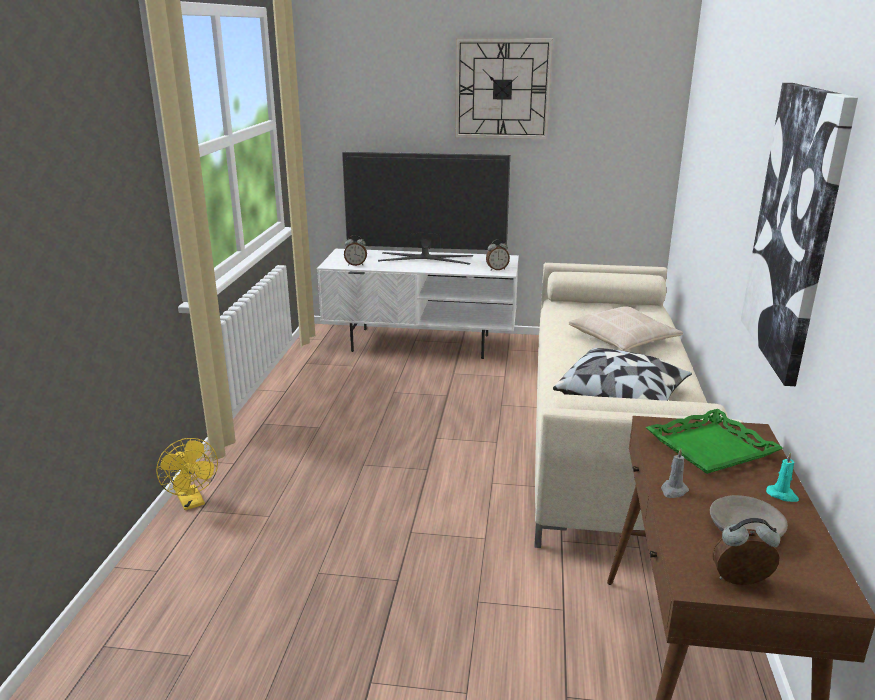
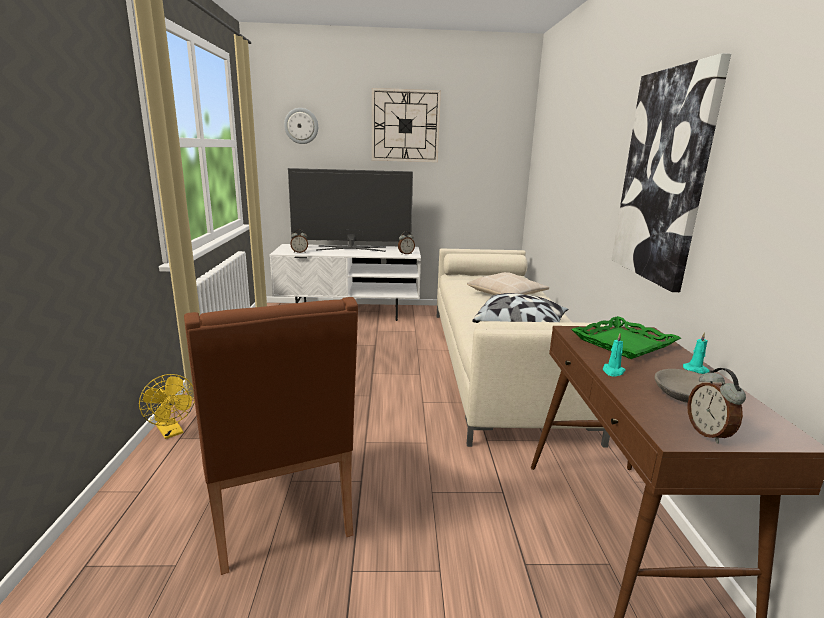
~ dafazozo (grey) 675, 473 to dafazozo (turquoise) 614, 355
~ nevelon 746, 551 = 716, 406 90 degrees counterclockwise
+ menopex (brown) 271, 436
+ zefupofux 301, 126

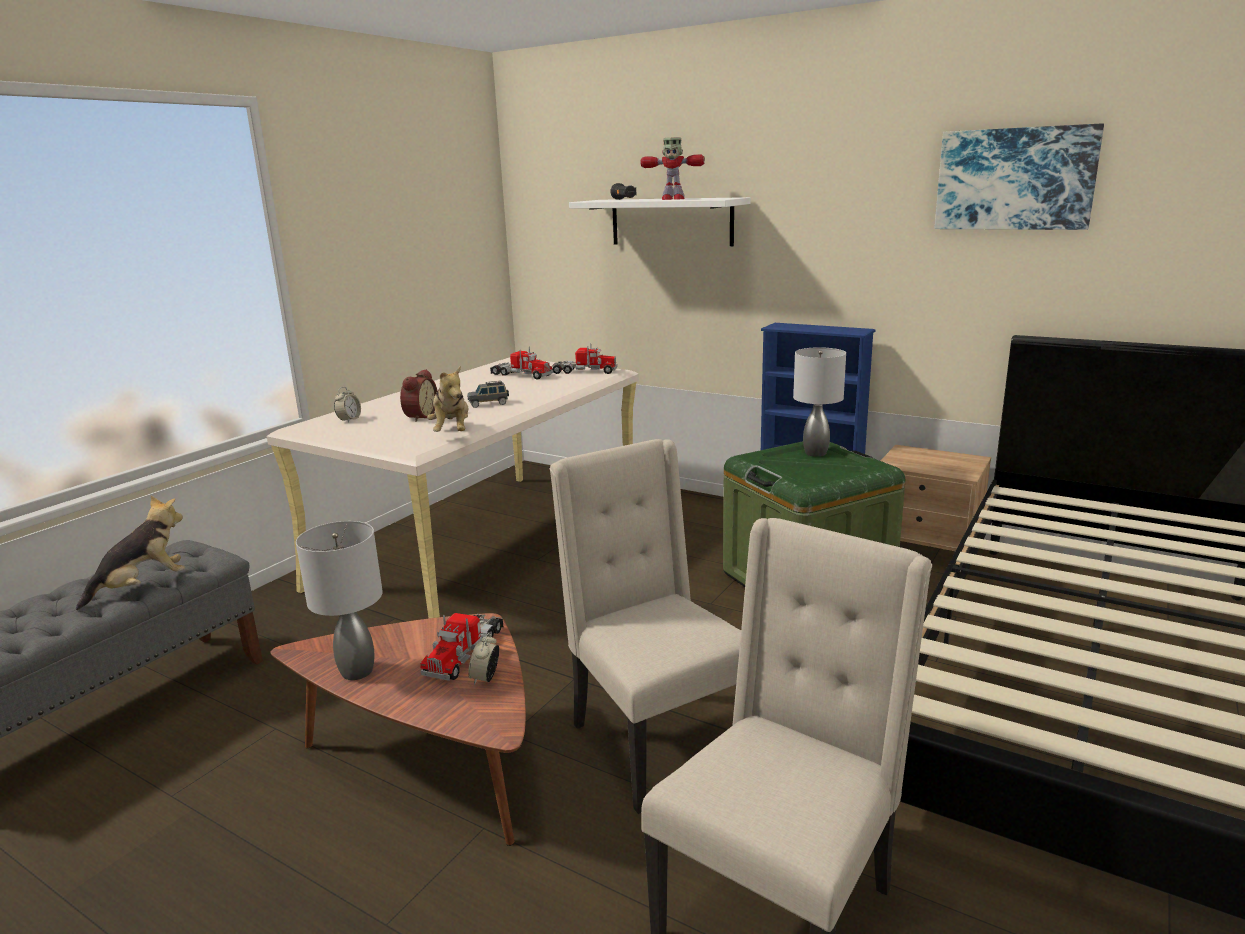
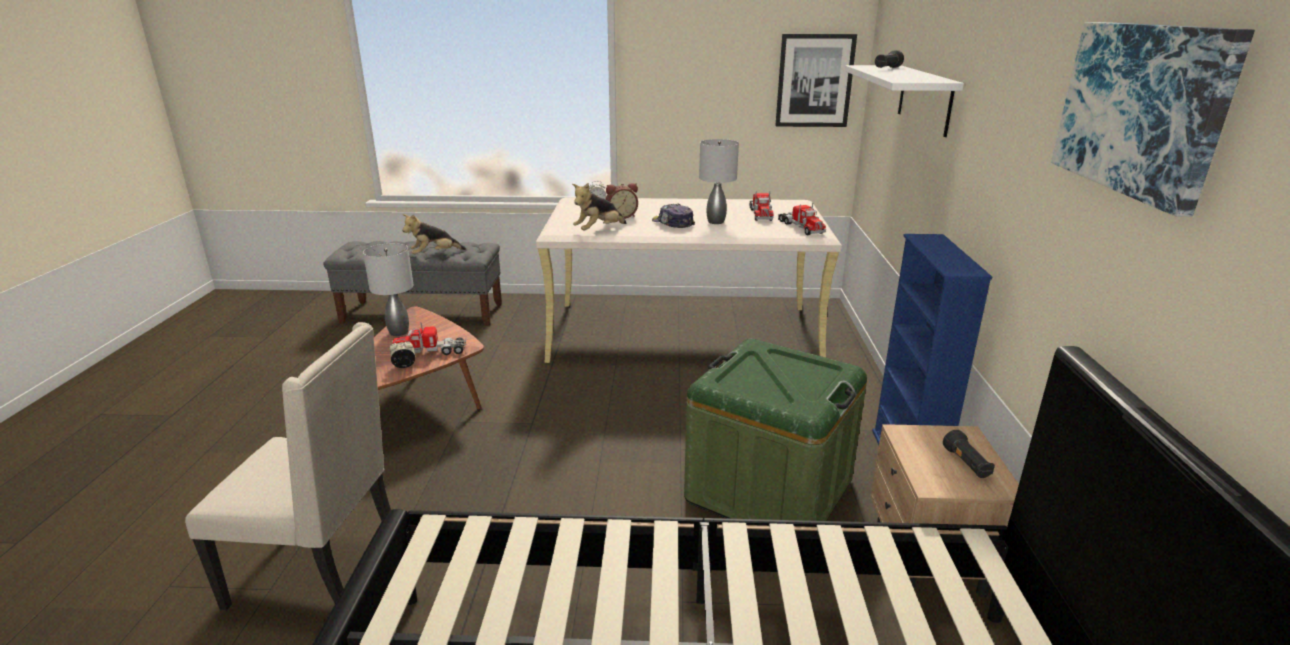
~ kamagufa 130, 553 = 434, 234 135 degrees clockwise
~ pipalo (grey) 488, 394 to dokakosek 673, 216
- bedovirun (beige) 645, 626
- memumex 672, 168
~ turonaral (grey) 819, 402 to 719, 181
+ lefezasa 816, 80
+ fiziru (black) 969, 454

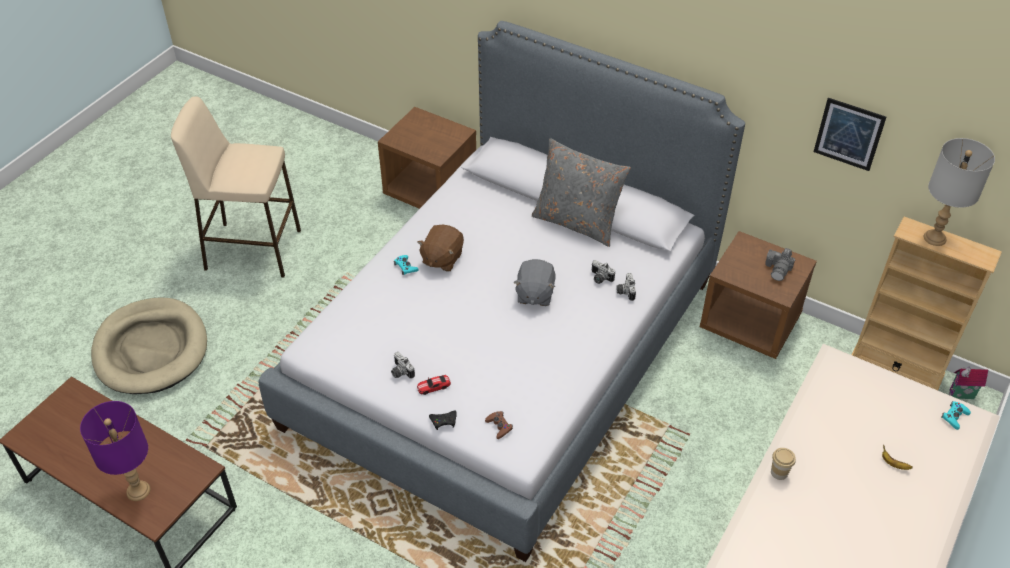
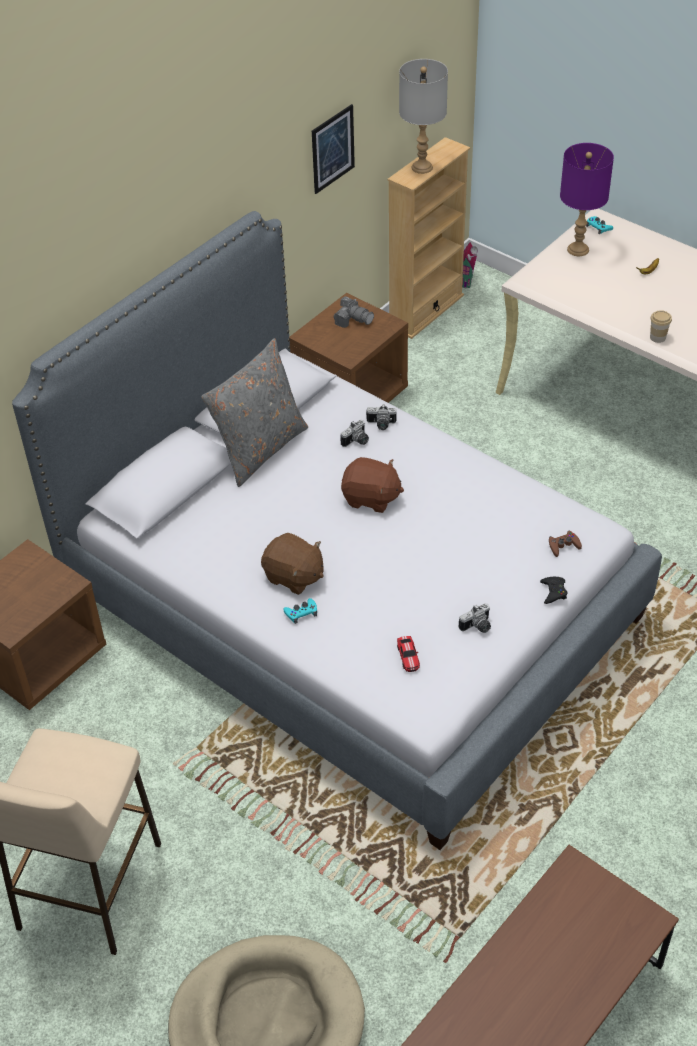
~ turonaral (purple) 115, 451 to 587, 199
~ pipalo 434, 385 to 408, 654
~ kamagufa (grey) 534, 282 to kamagufa (brown) 372, 485

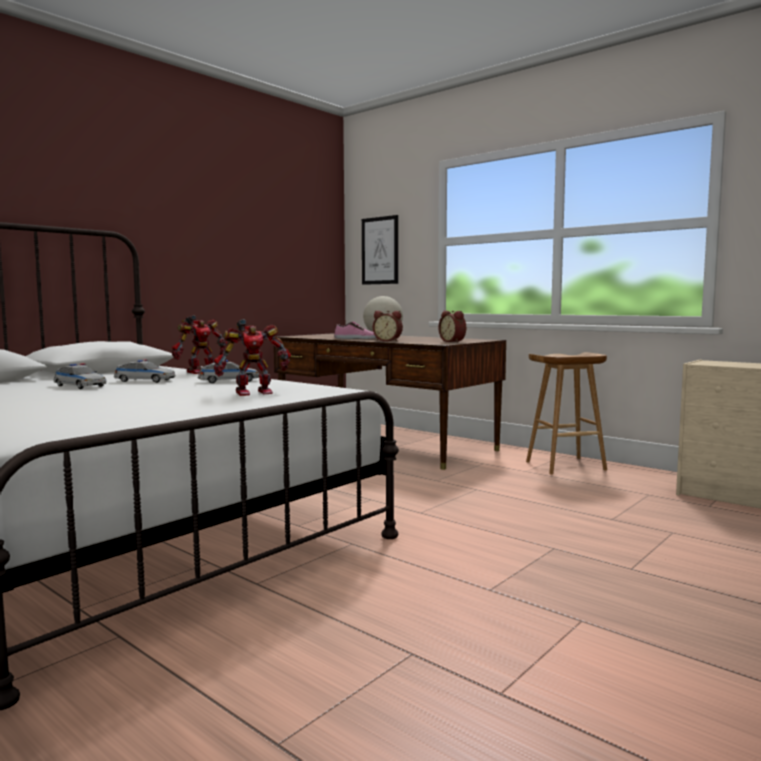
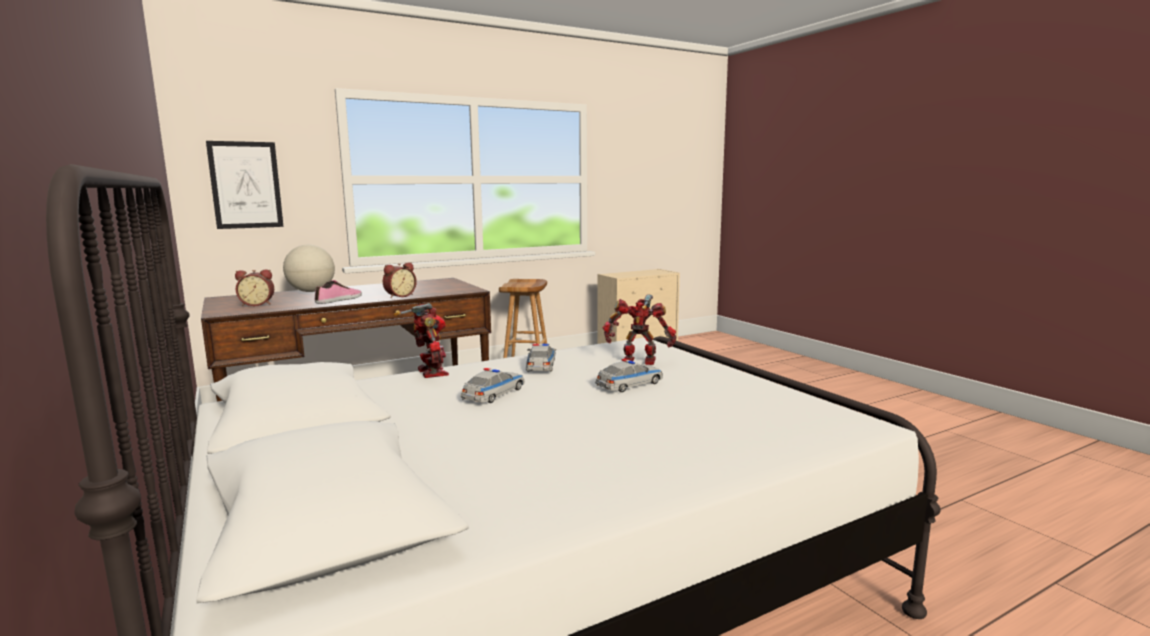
~ pipalo 79, 376 to 629, 375
~ memumex 252, 357 = 639, 329 75 degrees counterclockwise
~ nevelon 452, 326 to 254, 288

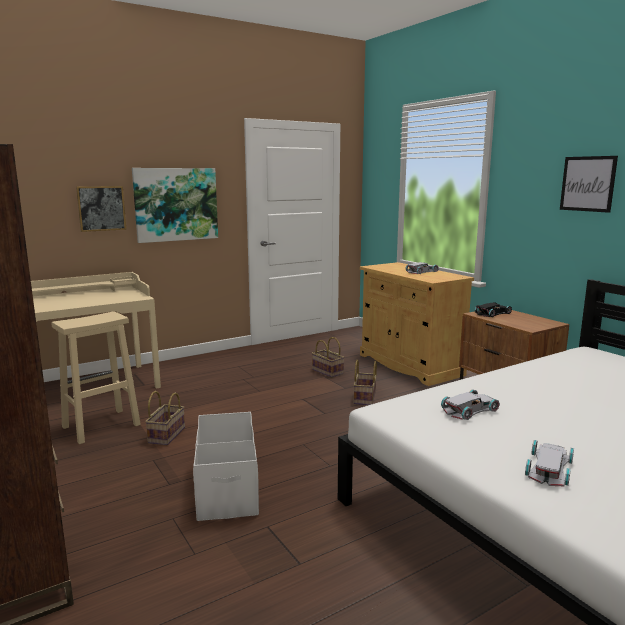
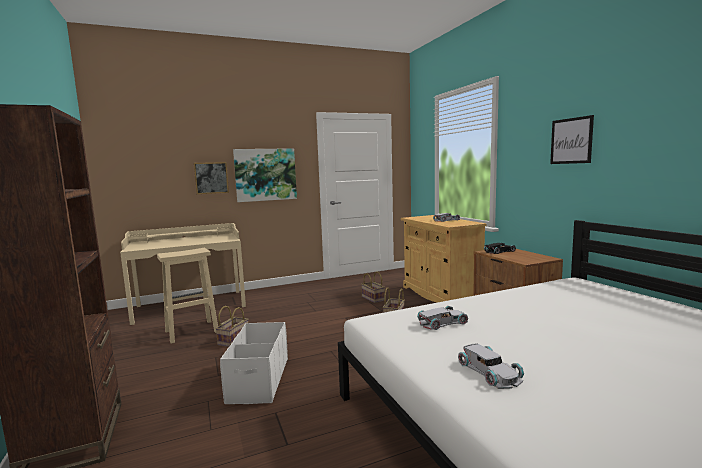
~ pipalo (white) 549, 463 = 491, 366 120 degrees clockwise

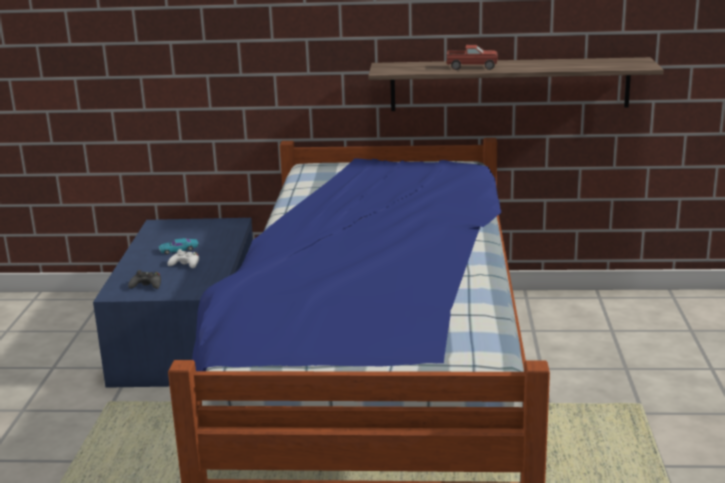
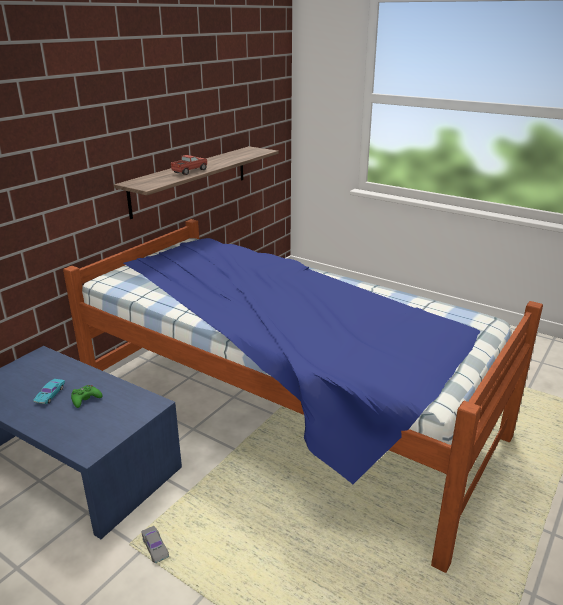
- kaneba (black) 144, 279
~ kaneba (white) 183, 258 to kaneba (green) 87, 396
+ pipalo (grey) 155, 544

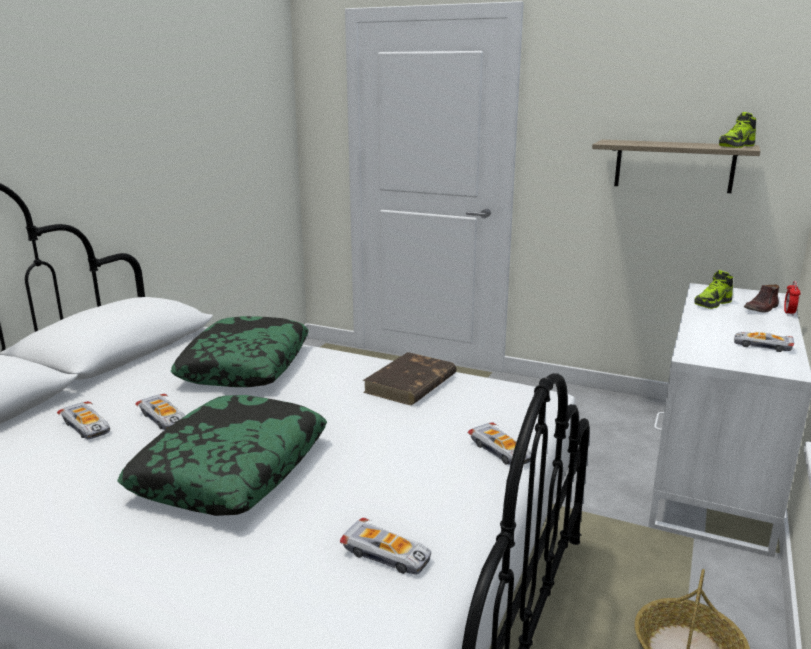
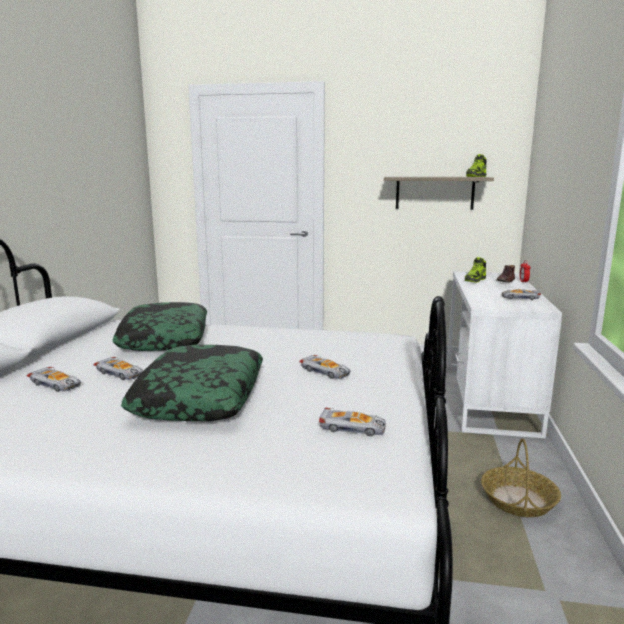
- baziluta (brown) 410, 378
~ pipalo 499, 443 to 324, 367

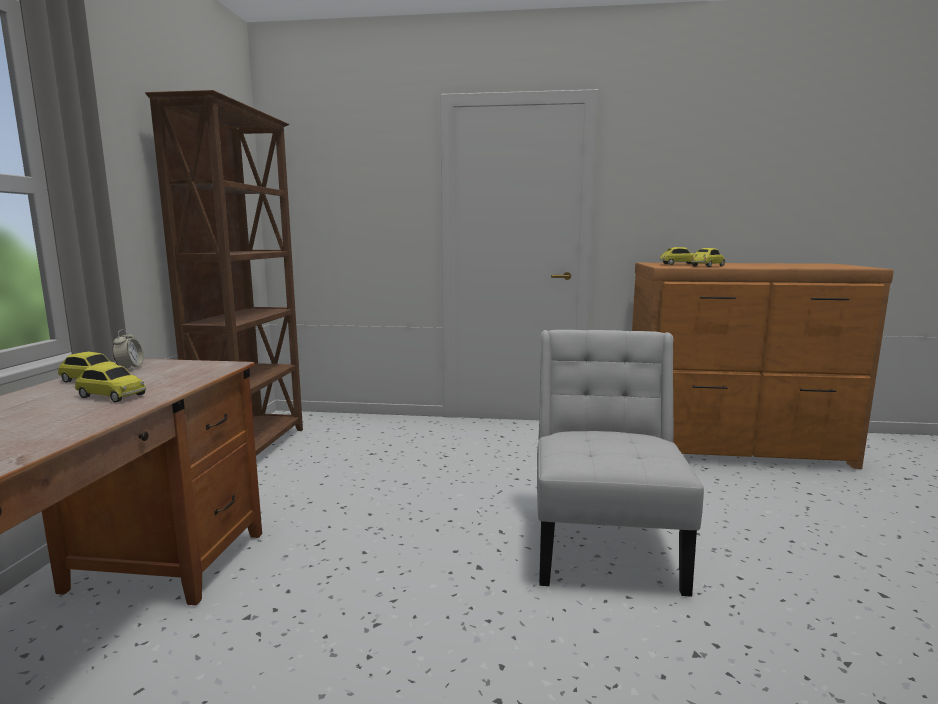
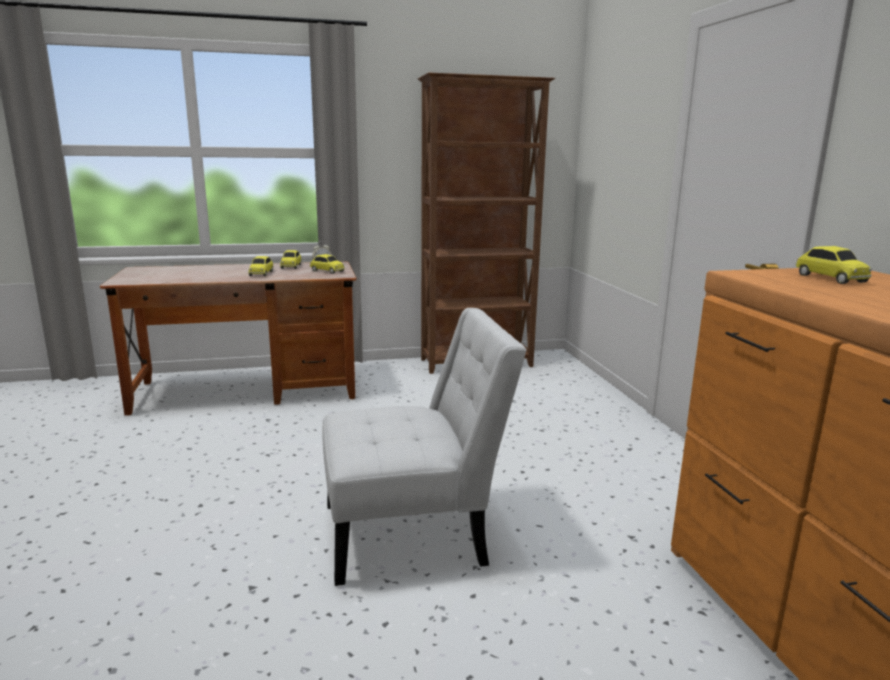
~ pipalo 708, 257 to 327, 264

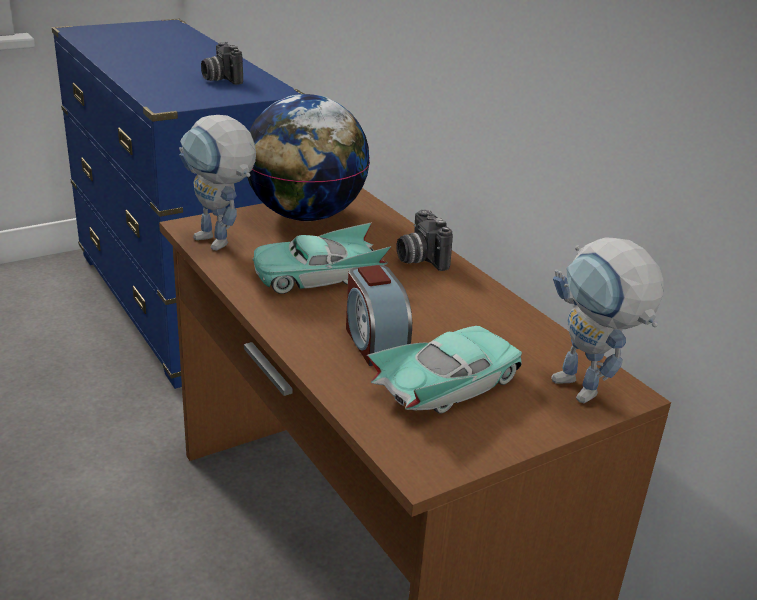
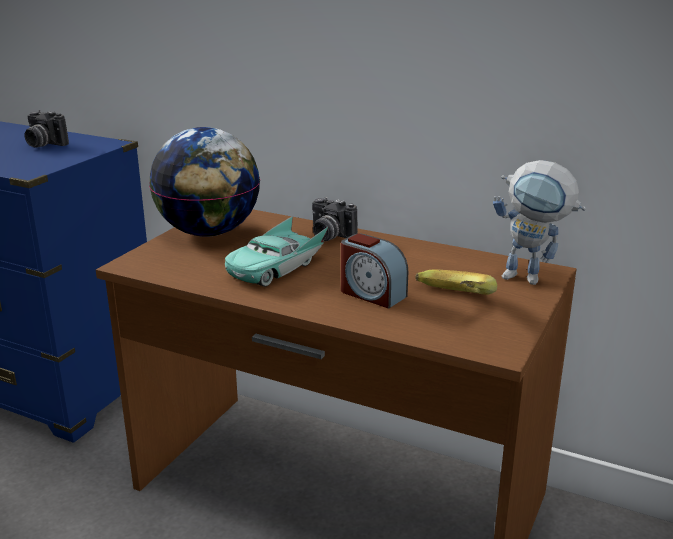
- memumex 217, 183
~ pipalo (turquoise) 444, 370 to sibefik 456, 282

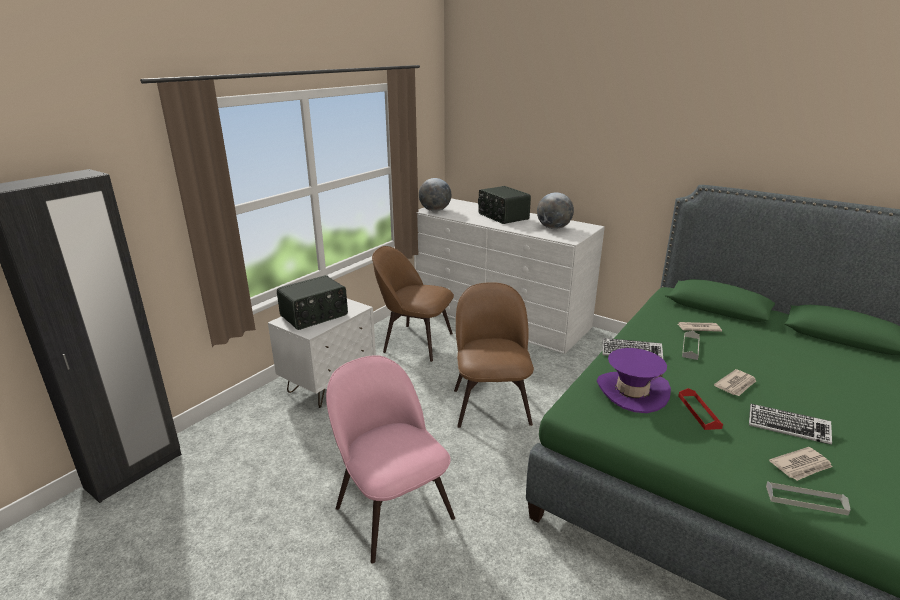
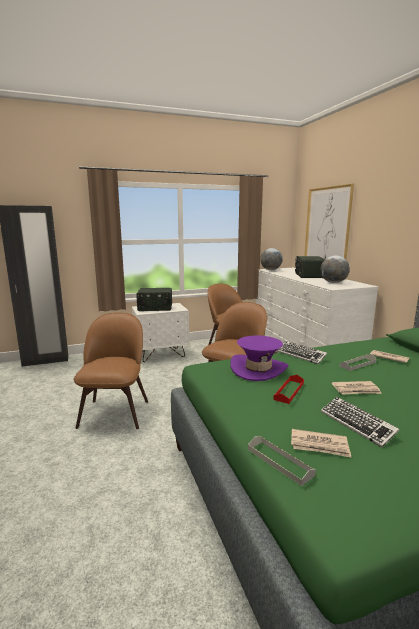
~ bedovirun (pink) 390, 459 to bedovirun (brown) 110, 371
+ lefezasa 329, 221

